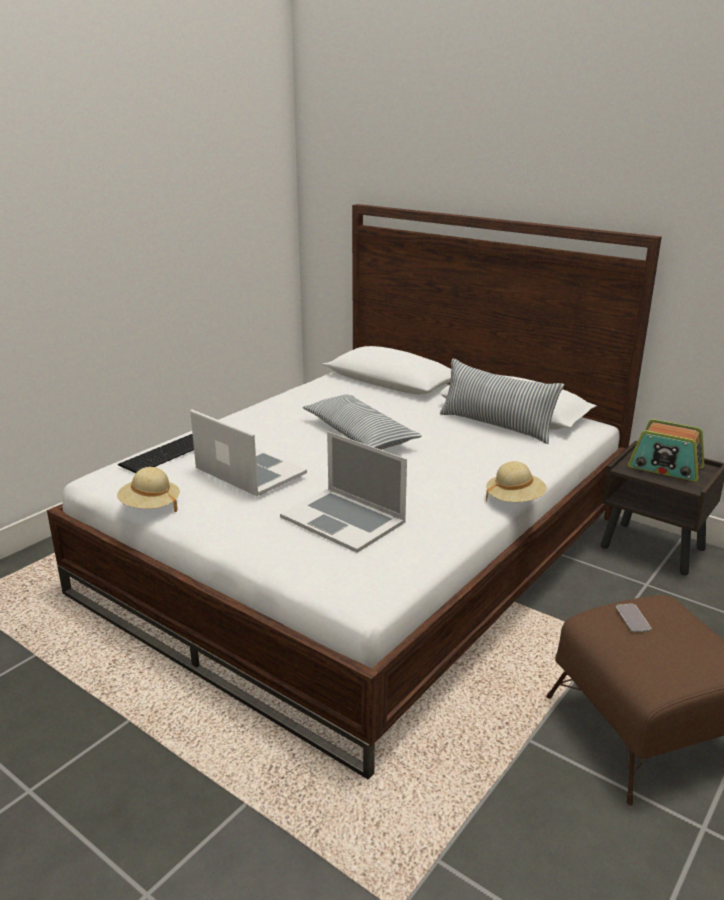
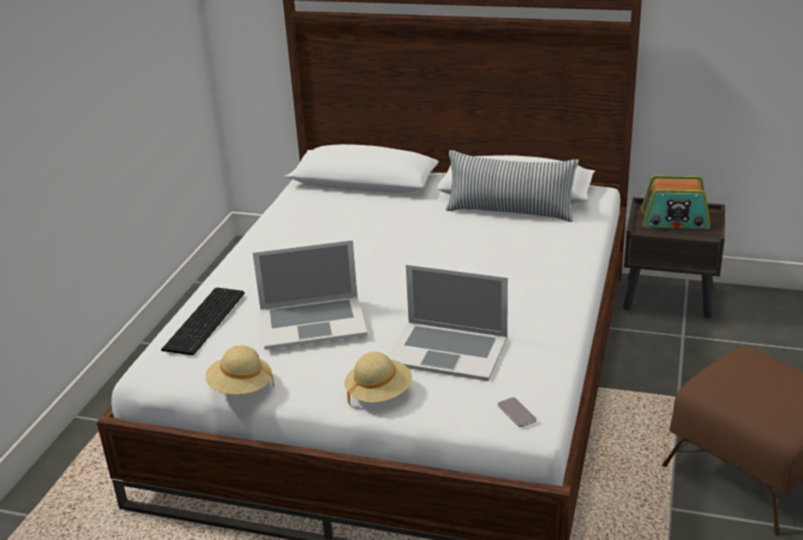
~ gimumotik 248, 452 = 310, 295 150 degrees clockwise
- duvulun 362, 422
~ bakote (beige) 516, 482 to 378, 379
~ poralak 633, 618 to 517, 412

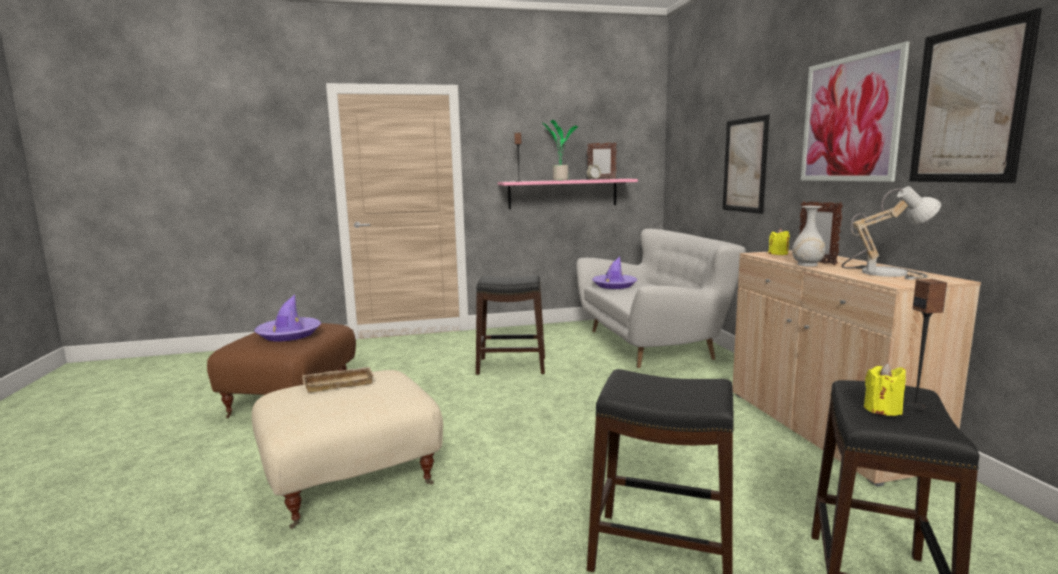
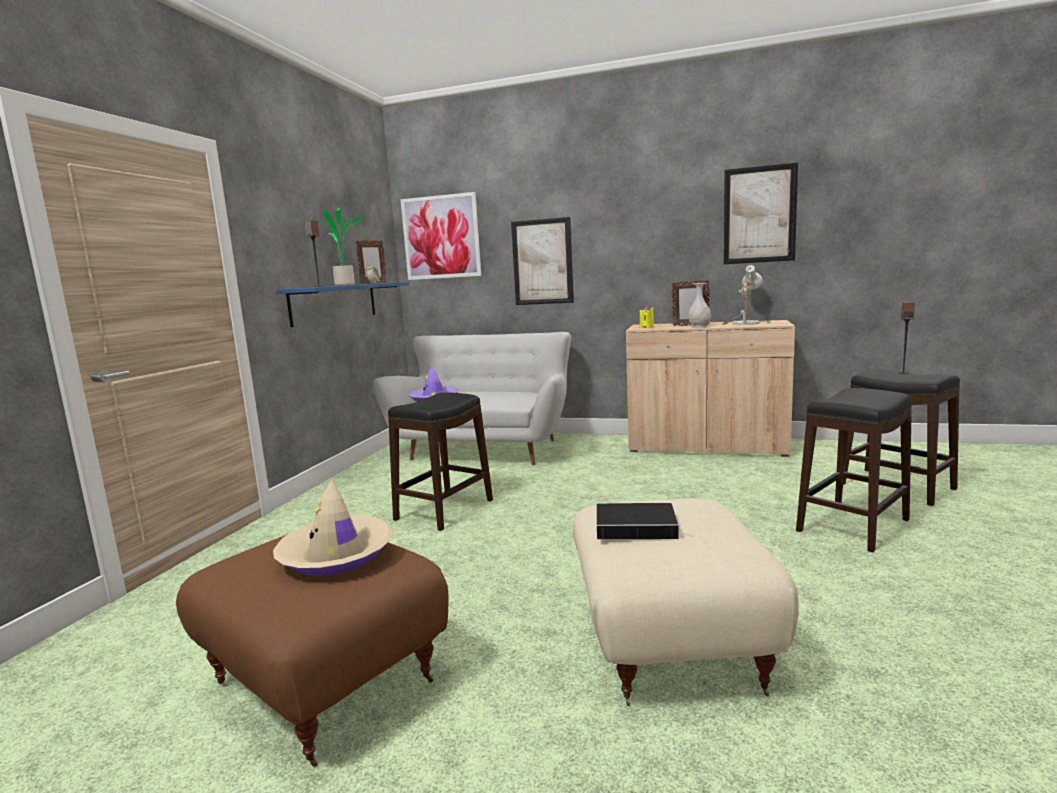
~ bakote (purple) 287, 318 to bakote (beige) 333, 527
~ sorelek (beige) 338, 380 to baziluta 645, 521
~ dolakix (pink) 568, 194 to dolakix (blue) 342, 304
~ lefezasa 855, 112 to 440, 236
- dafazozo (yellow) 885, 389

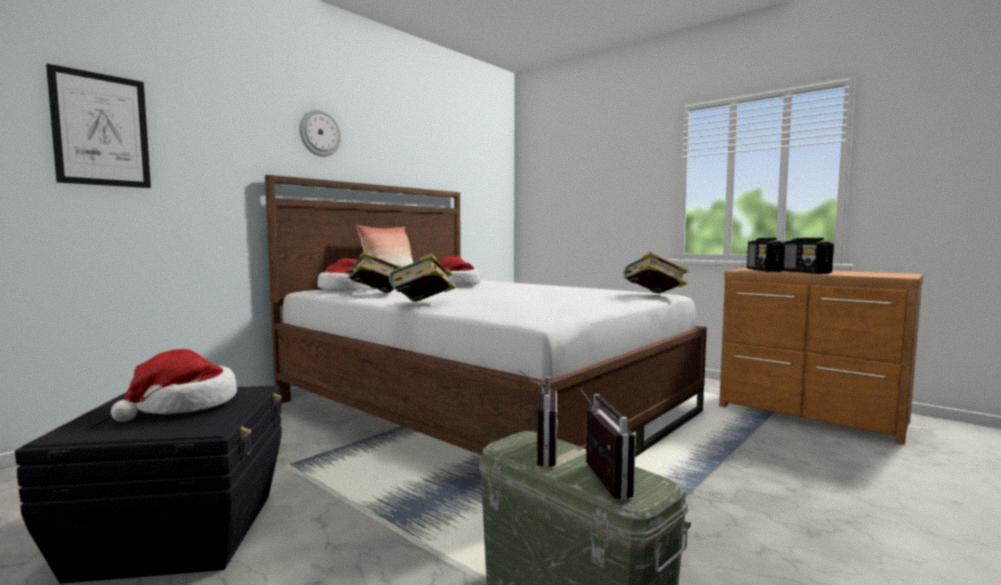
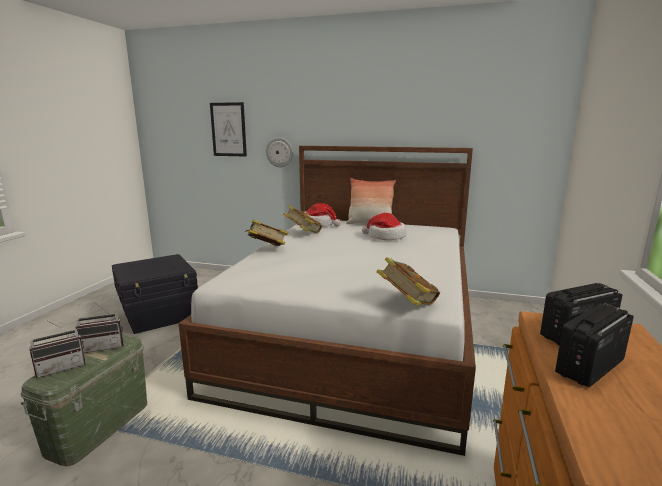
- bakote 174, 385
~ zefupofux 320, 133 to 279, 152

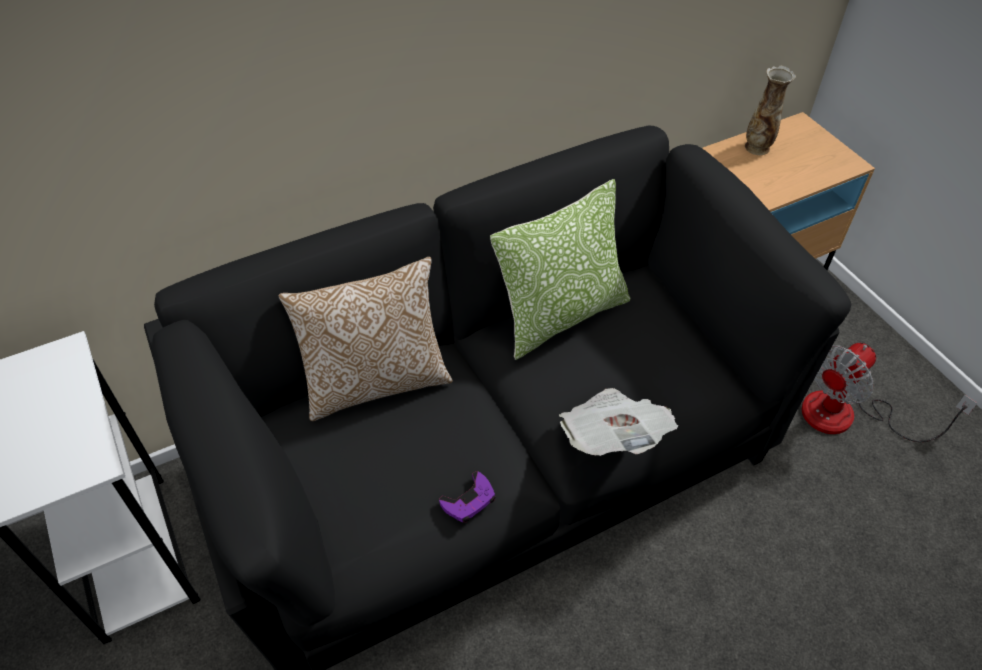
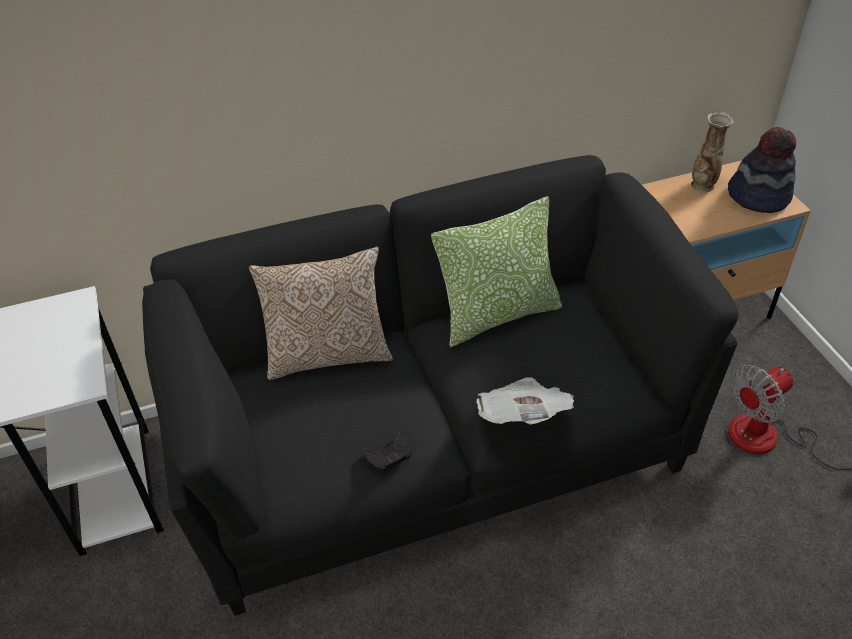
~ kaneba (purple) 467, 497 to kaneba (black) 387, 452
+ bakote 762, 170

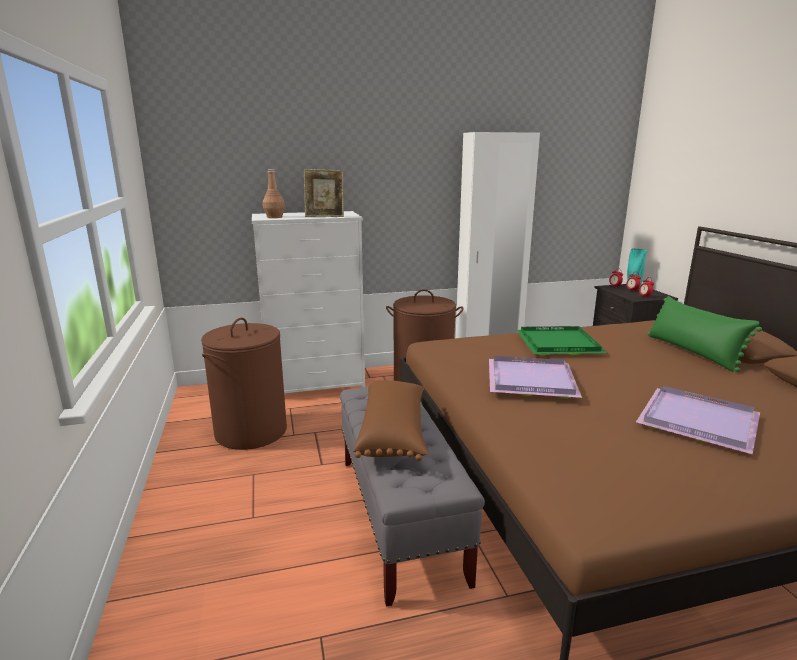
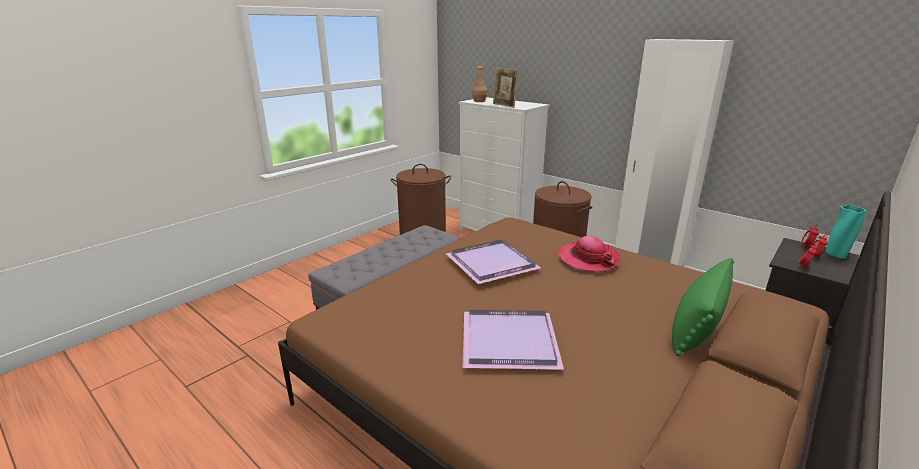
- duvulun (brown) 391, 420
~ sorelek (green) 562, 341 to bakote 589, 254

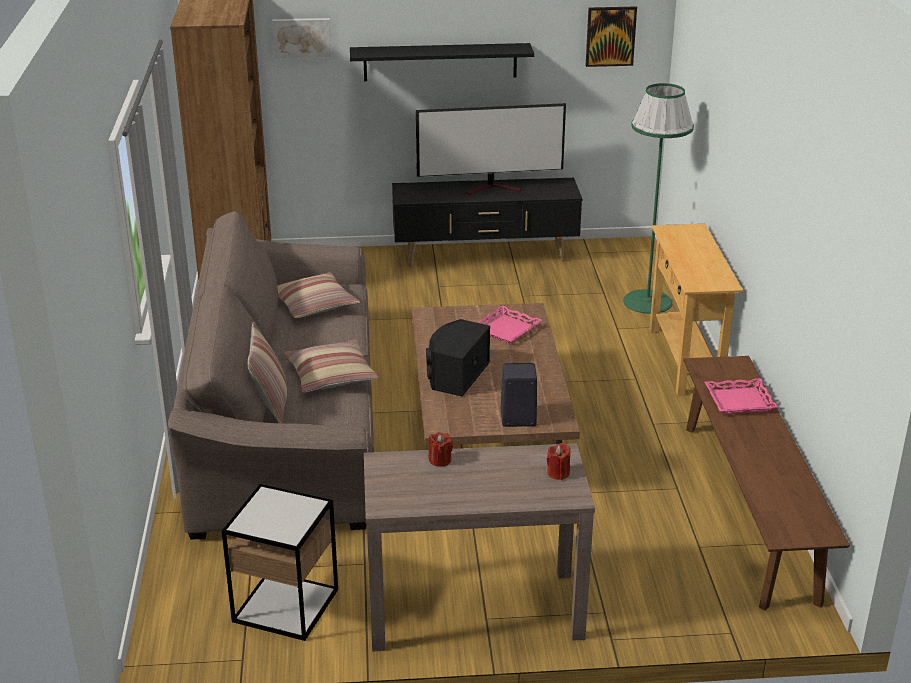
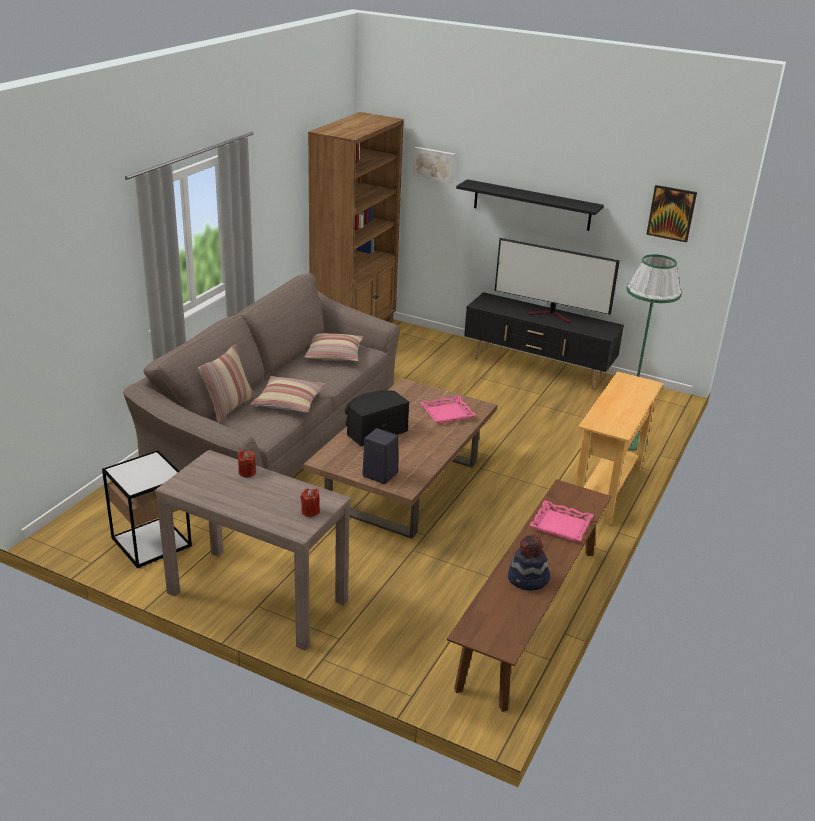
+ bakote 529, 563

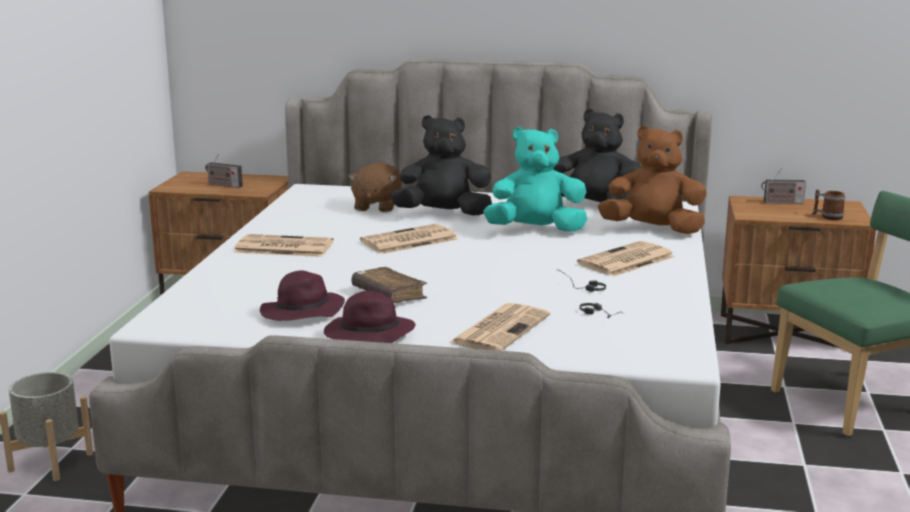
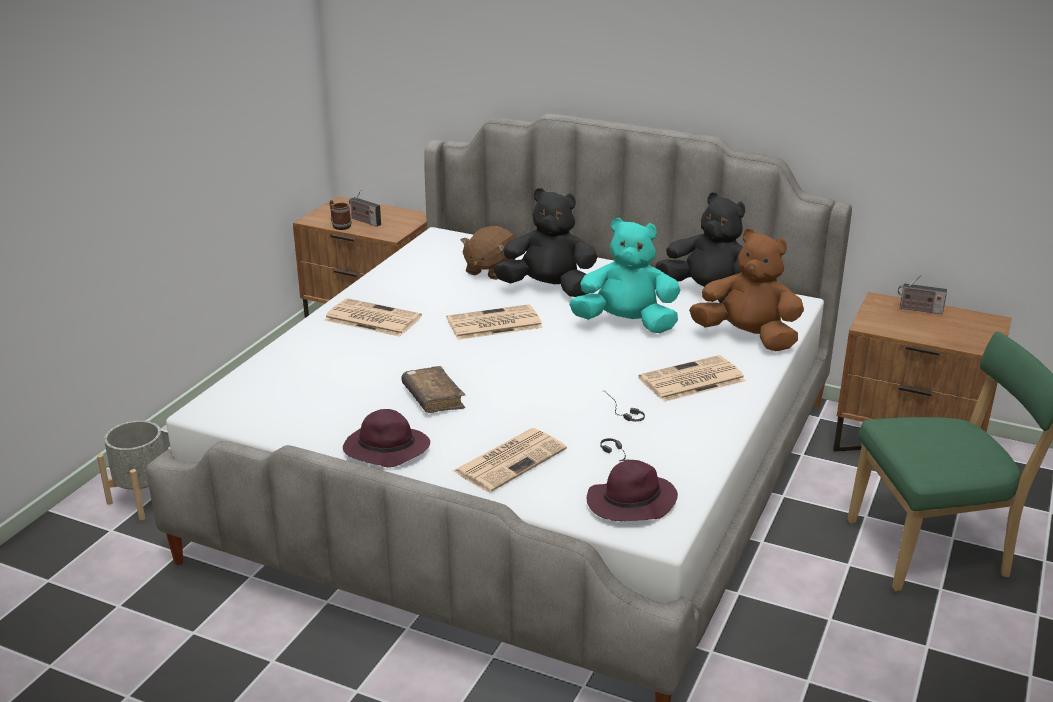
~ bakote (purple) 302, 296 to 632, 490
~ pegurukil 828, 204 to 340, 215

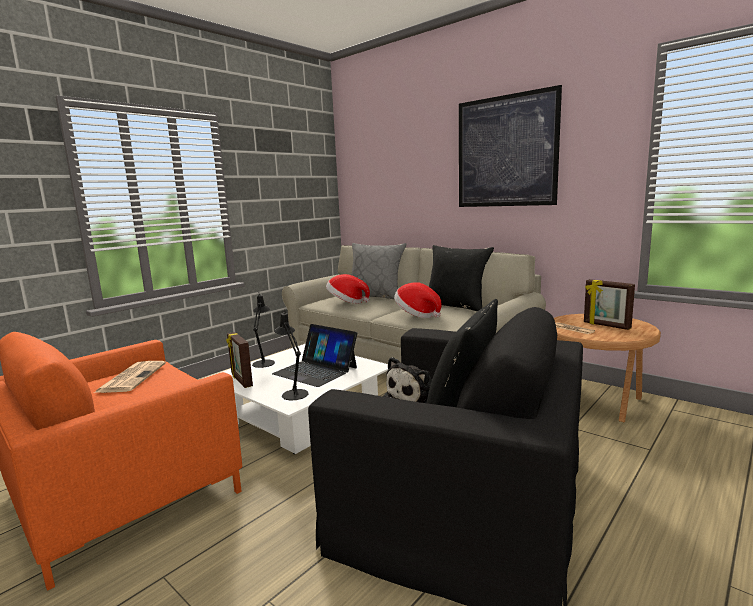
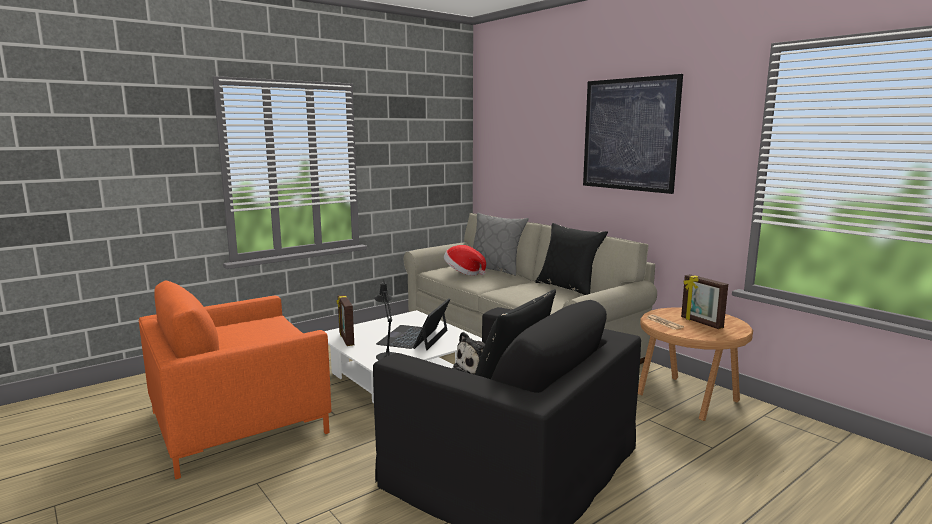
- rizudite 130, 377
- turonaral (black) 263, 330
~ gimumotik 314, 355 = 413, 324 60 degrees clockwise
- bakote 418, 300

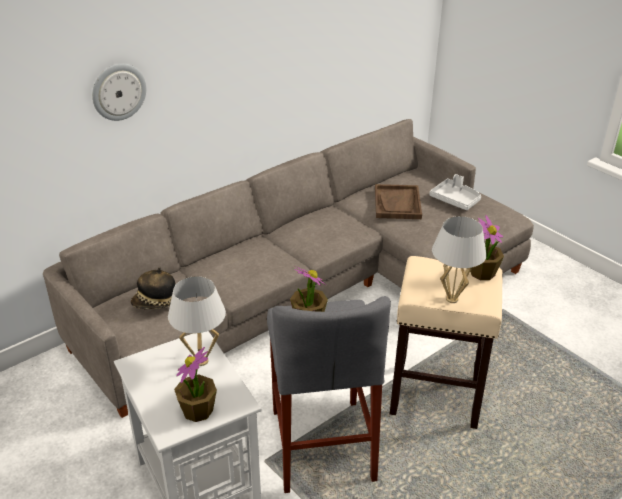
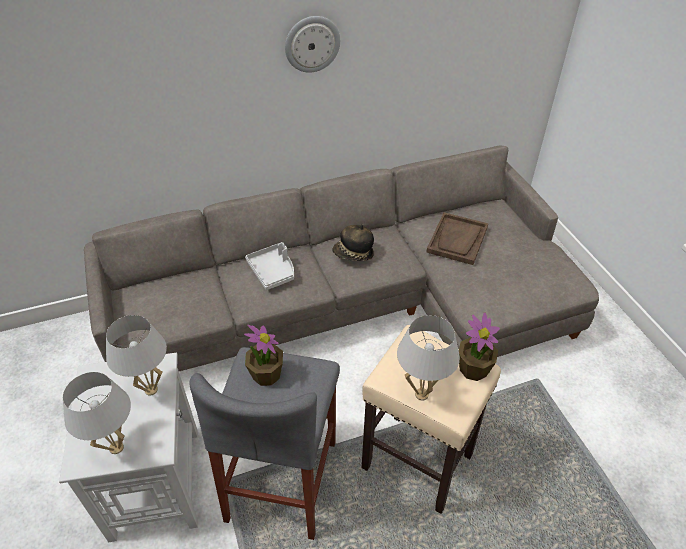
~ zefupofux 119, 92 to 312, 44
~ bakote 153, 288 to 353, 242
~ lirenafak 195, 384 to turonaral (white) 97, 413
~ sorelek (grey) 455, 192 to 269, 266

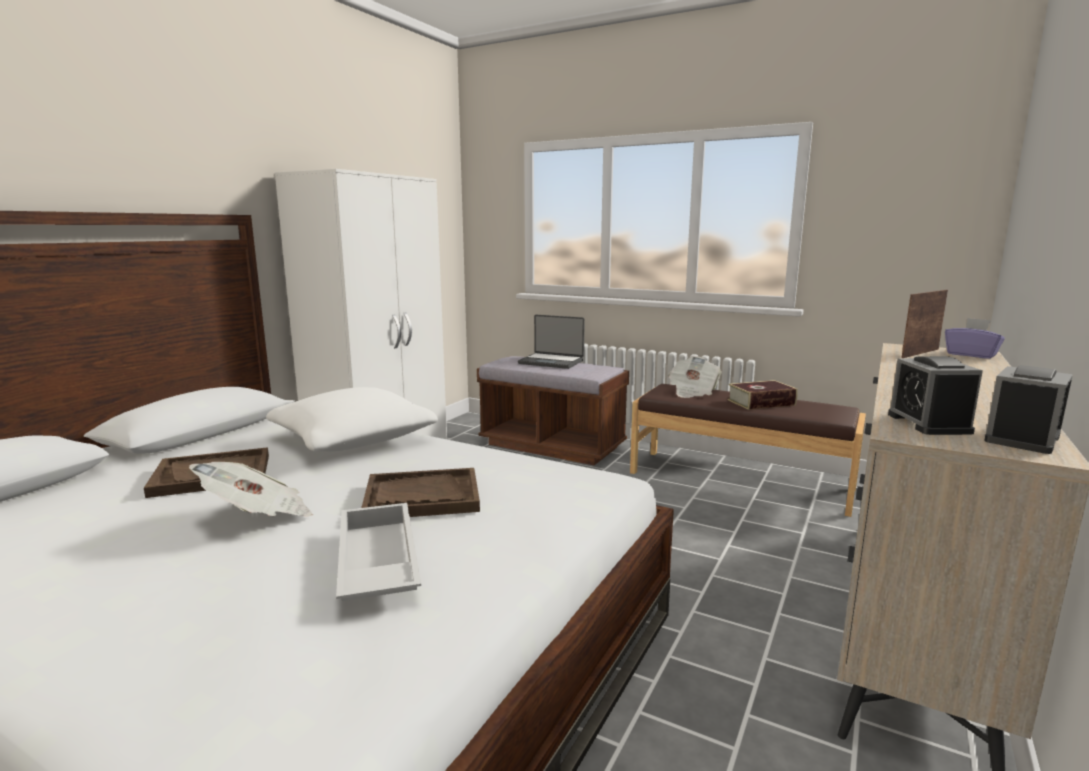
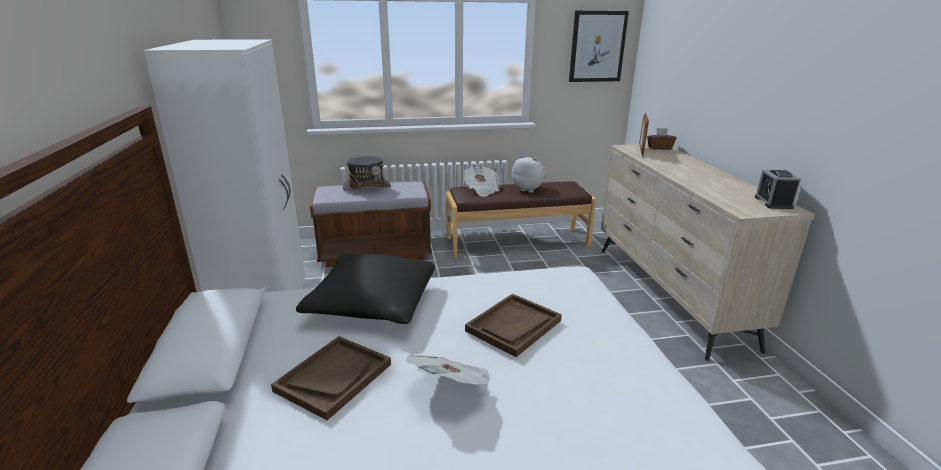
~ duvulun (white) 352, 419 to duvulun (black) 365, 289
- sorelek (white) 378, 552
~ gimumotik 551, 342 to bakote (grey) 367, 173
~ baziluta 763, 395 to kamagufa 530, 174
- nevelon 935, 395
~ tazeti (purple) 975, 338 to tazeti (brown) 661, 139
+ lefezasa 599, 46

